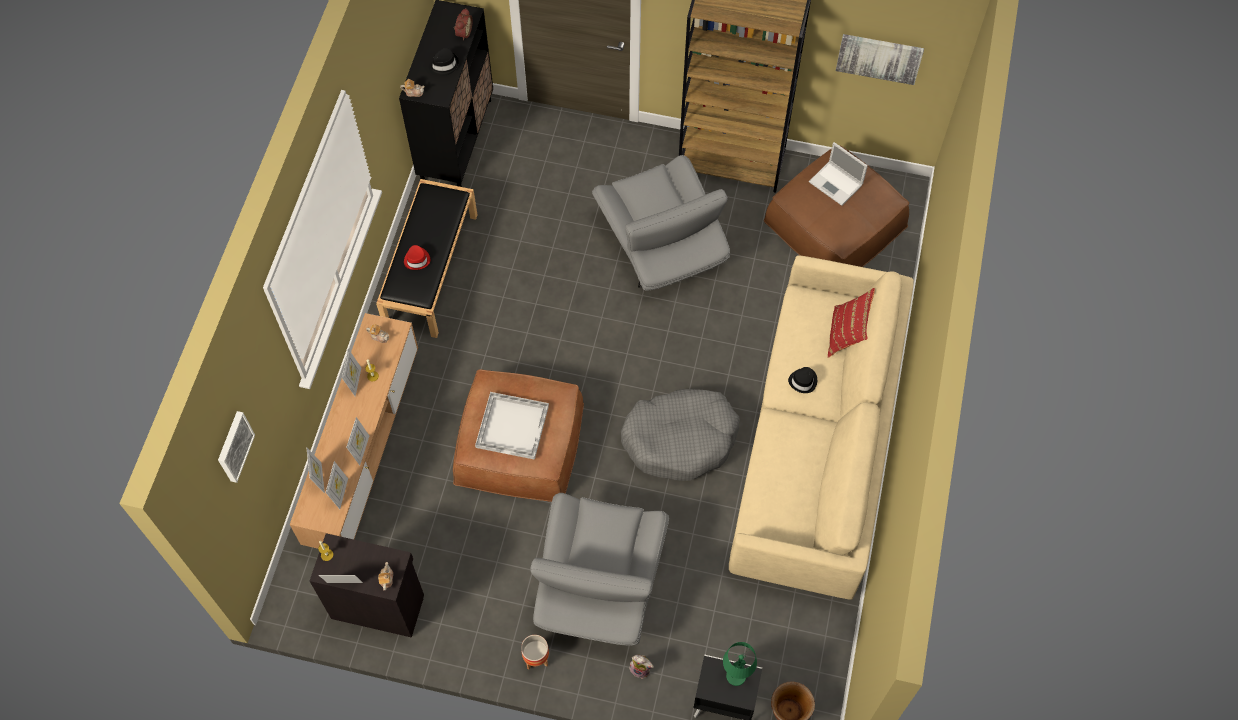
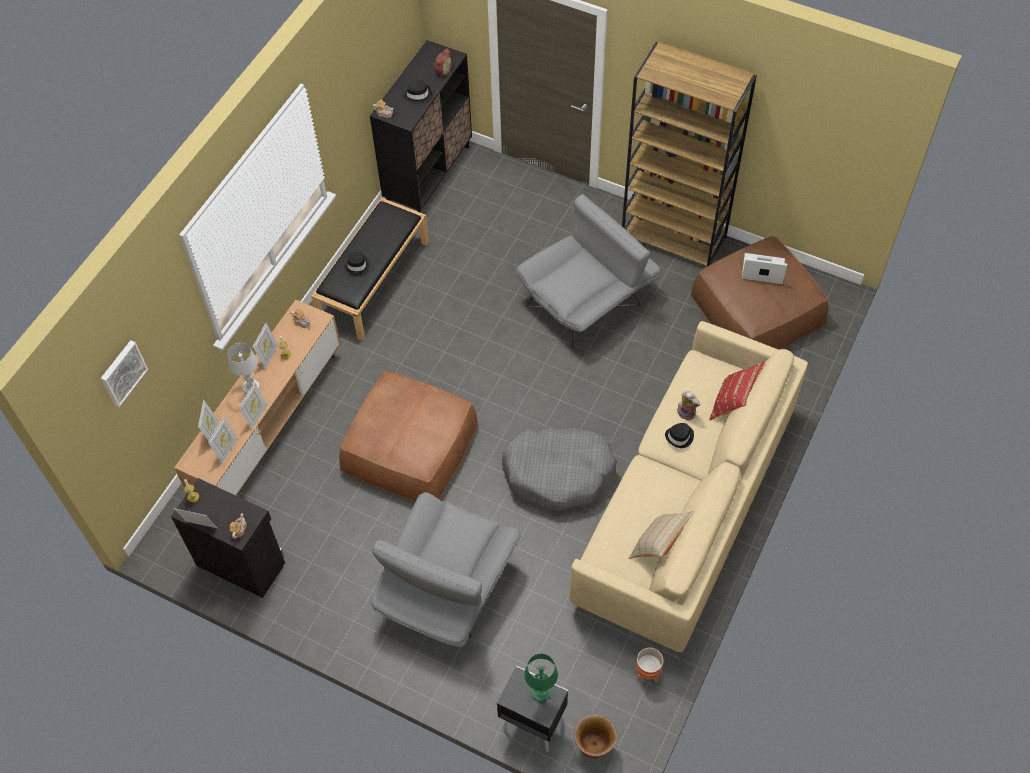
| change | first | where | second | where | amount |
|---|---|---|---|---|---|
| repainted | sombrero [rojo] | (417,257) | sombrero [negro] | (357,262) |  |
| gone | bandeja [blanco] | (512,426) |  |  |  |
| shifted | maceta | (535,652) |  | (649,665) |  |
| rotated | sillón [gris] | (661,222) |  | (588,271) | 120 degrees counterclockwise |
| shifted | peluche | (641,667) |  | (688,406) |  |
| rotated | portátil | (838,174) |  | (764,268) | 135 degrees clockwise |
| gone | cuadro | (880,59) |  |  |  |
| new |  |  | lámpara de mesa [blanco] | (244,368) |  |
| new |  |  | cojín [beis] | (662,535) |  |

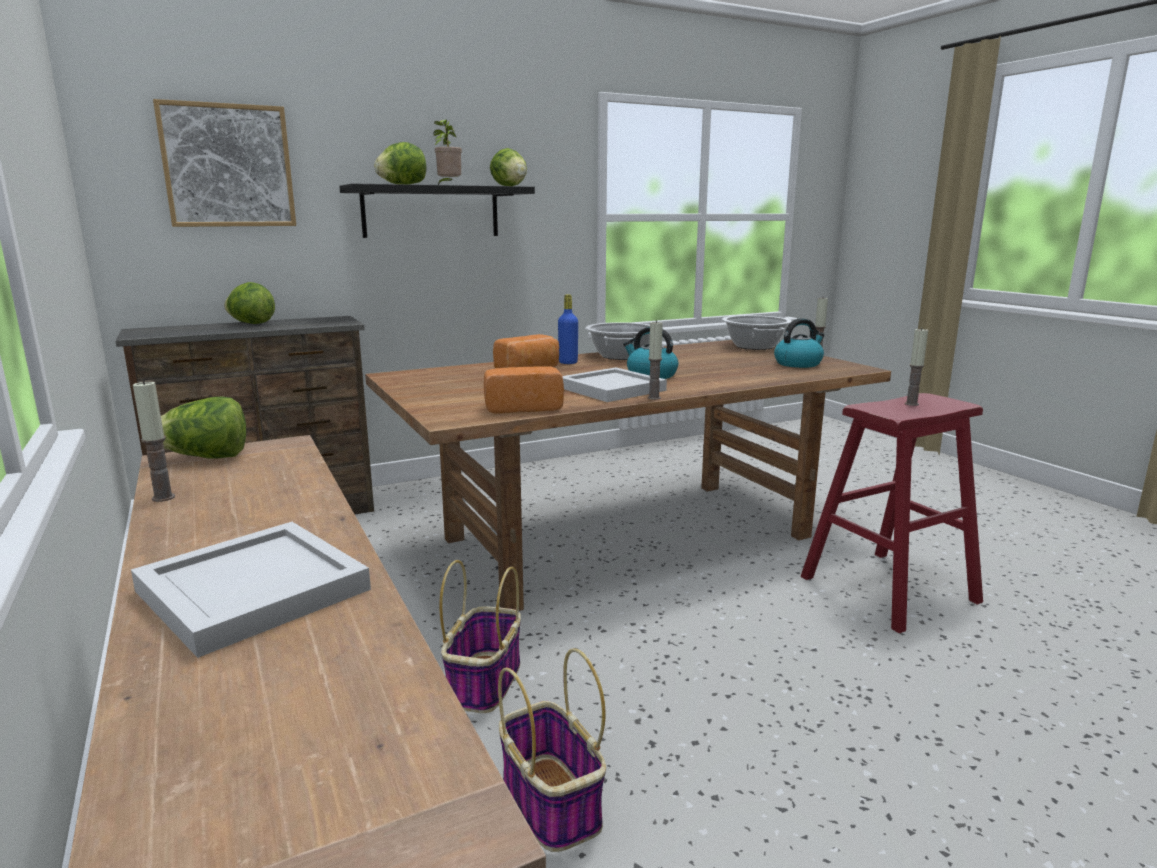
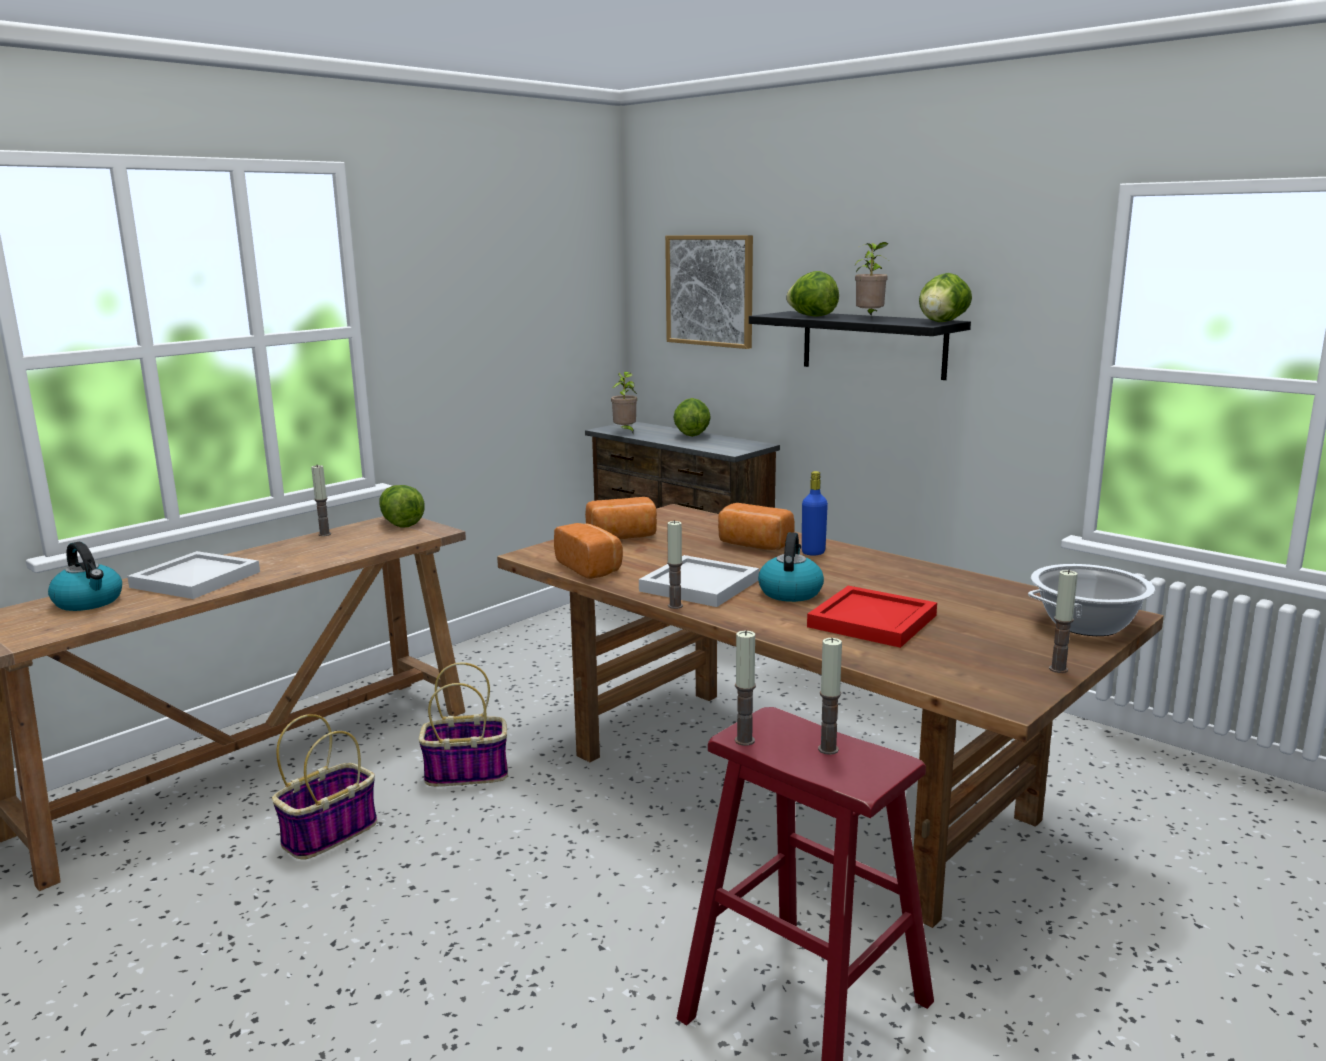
| change | first | where | second | where | amount |
|---|---|---|---|---|---|
| gone | olla | (617,341) |  |  |  |
| shifted | hervidor | (799,343) |  | (85,576) |  |
| new |  |  | pan | (621,518) |  |
| new |  |  | planta en maceta | (624,402) |  |
| new |  |  | vela | (745,688) |  |
| new |  |  | bandeja [rojo] | (872,617) |  |

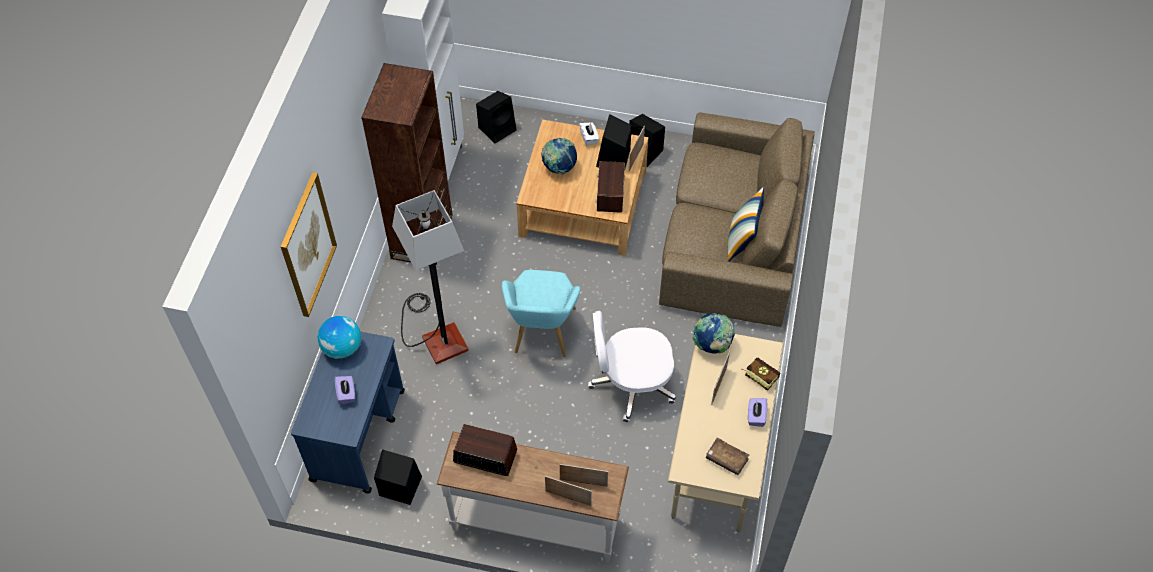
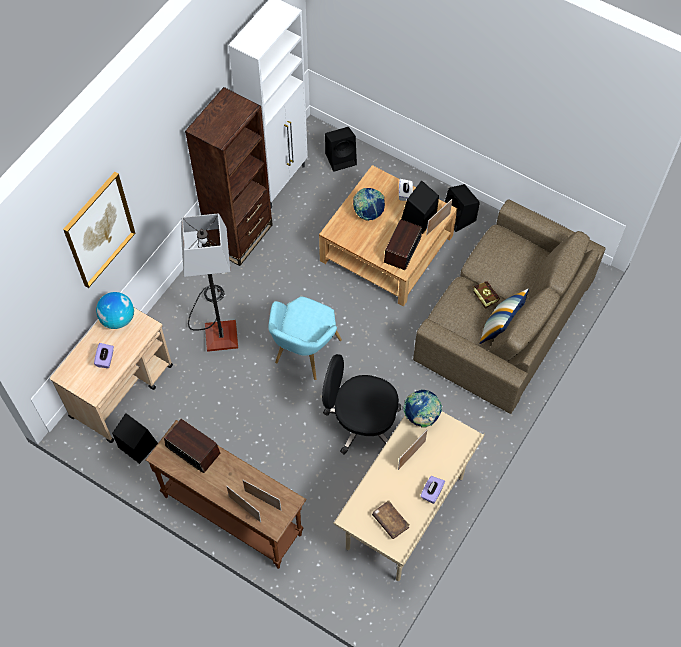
| change | first | where | second | where | amount |
|---|---|---|---|---|---|
| repainted | carrito [azul] | (348,413) | carrito [beis] | (111,375) |  |
| repainted | mesa consola [blanco] | (533,497) | mesa consola [marrón] | (226,494) |  |
| repainted | silla de oficina [blanco] | (632,367) | silla de oficina [negro] | (361,404) |  |
| shifted | libro | (761,374) |  | (486,295) |  |

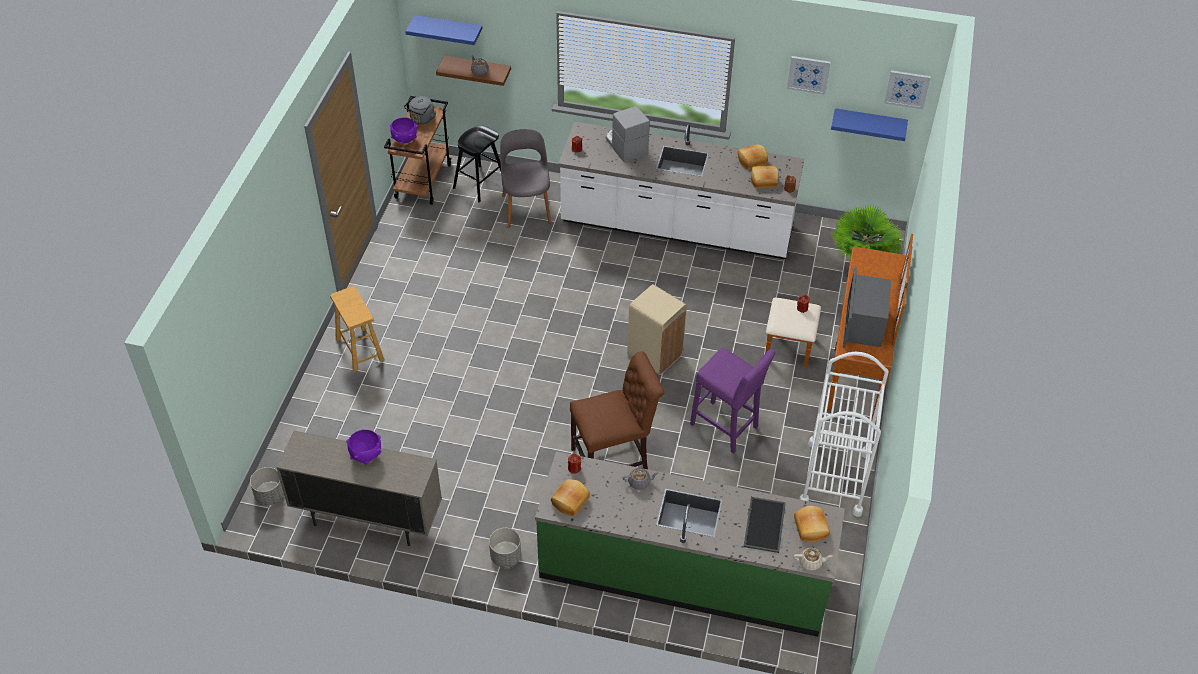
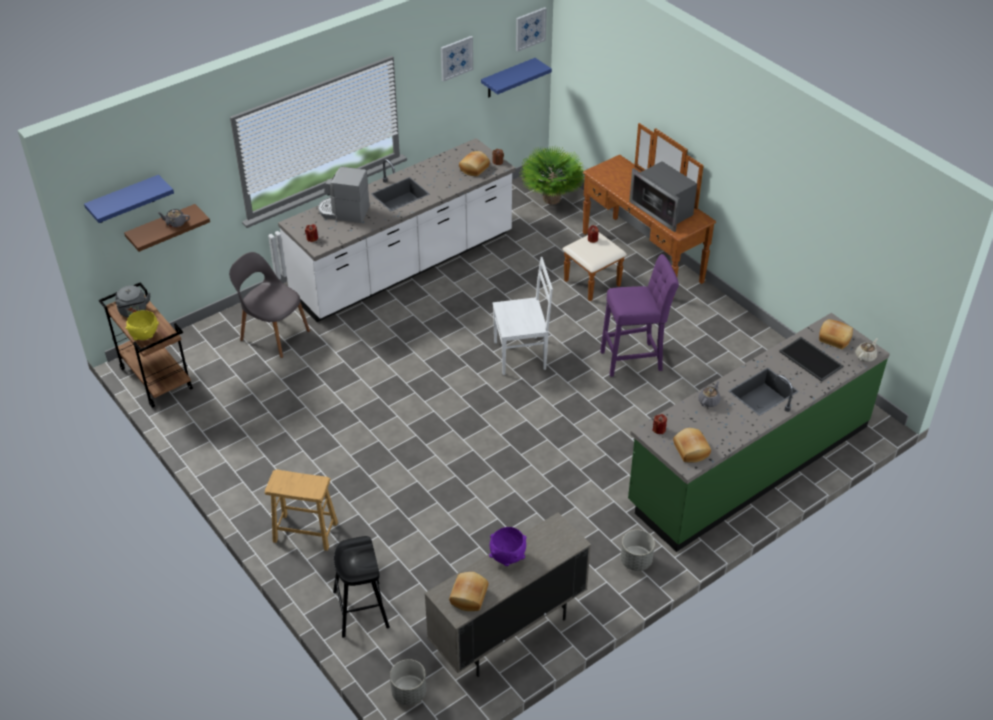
| change | first | where | second | where | amount |
|---|---|---|---|---|---|
| repainted | cuenco [morado] | (404,130) | cuenco [amarillo] | (142,325) |  |
| shifted | taburete [negro] | (477,163) |  | (361,587) |  |
| gone | silla [marrón] | (617,410) |  |  |  |
| swapped | papelera [beis] | (657,329) | silla [blanco] | (523,316) |  |
| shifted | pan | (753,157) |  | (469,591) |  |
| gone | carrito [blanco] | (844,434) |  |  |  |

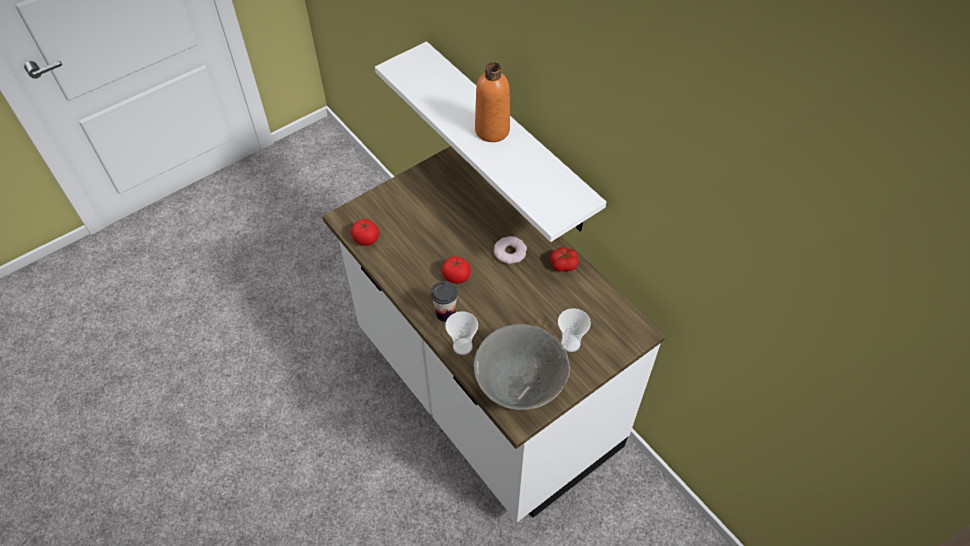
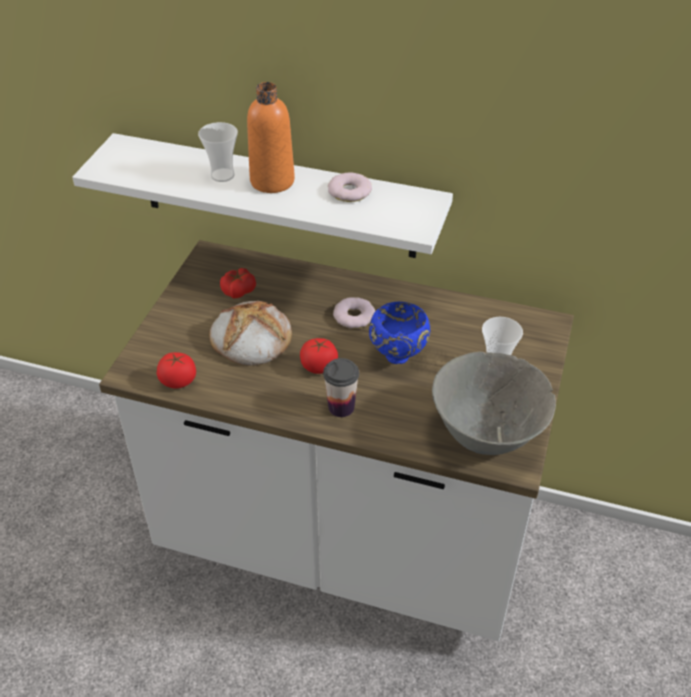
| change | first | where | second | where | amount |
|---|---|---|---|---|---|
| shifted | taza | (461,333) |  | (218,152) |  |
| shifted | tomate | (564,259) |  | (238,283) |  |
| new |  |  | pan | (250,333) |  |
| new |  |  | rosquilla | (350,187) |  |
| new |  |  | cuenco [azul] | (399,333) |  |

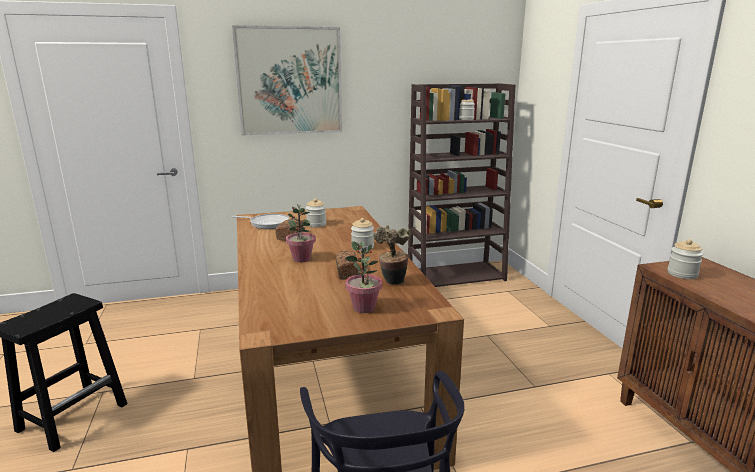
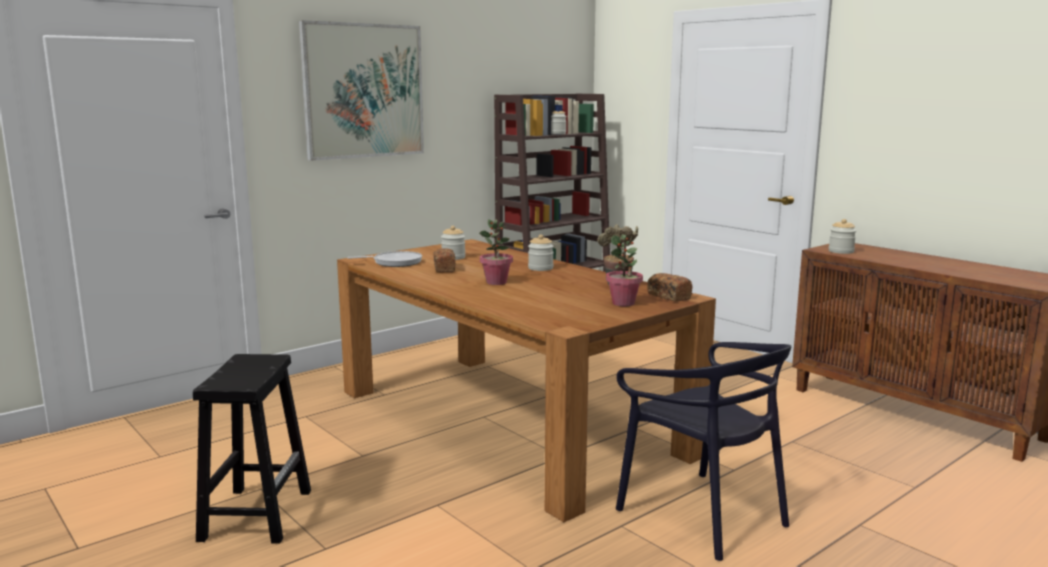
| change | first | where | second | where | amount |
|---|---|---|---|---|---|
| shifted | pan | (347,265) |  | (670,287) |  |

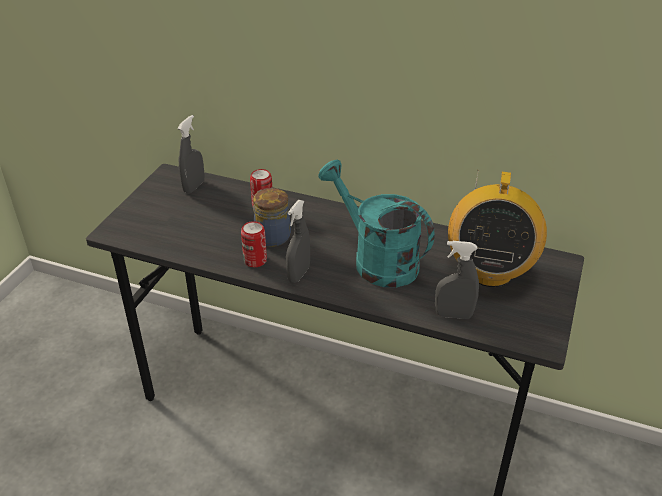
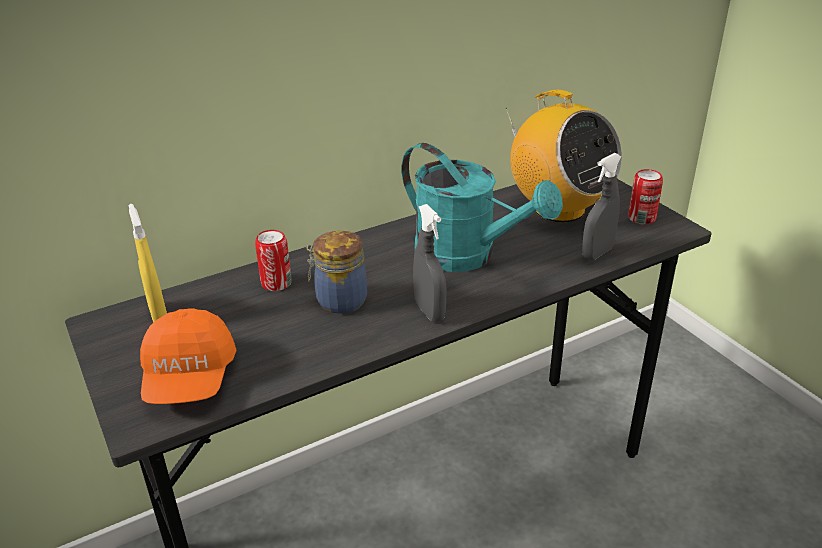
| change | first | where | second | where | amount |
|---|---|---|---|---|---|
| repainted | pulverizador [gris] | (190,154) | pulverizador [amarillo] | (147,263) |  |
| shifted | lata | (254,244) |  | (645,197) |  |
| rotated | regadera [turquesa] | (377,224) |  | (482,207) | 135 degrees counterclockwise |
| new |  |  | gorra [naranja] | (188,356) |  |

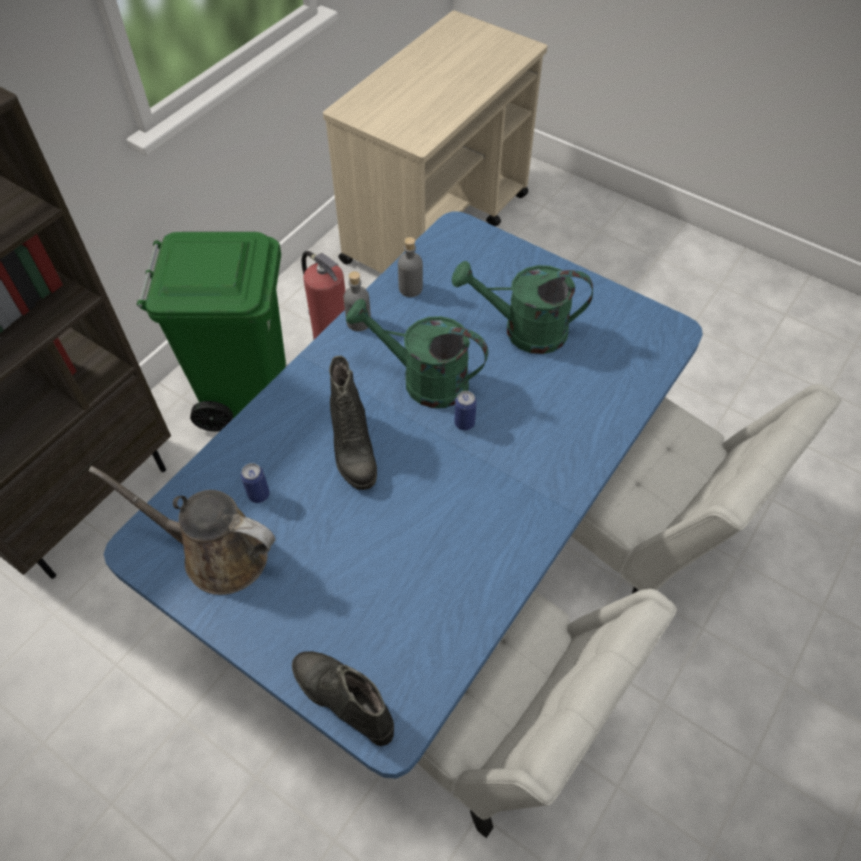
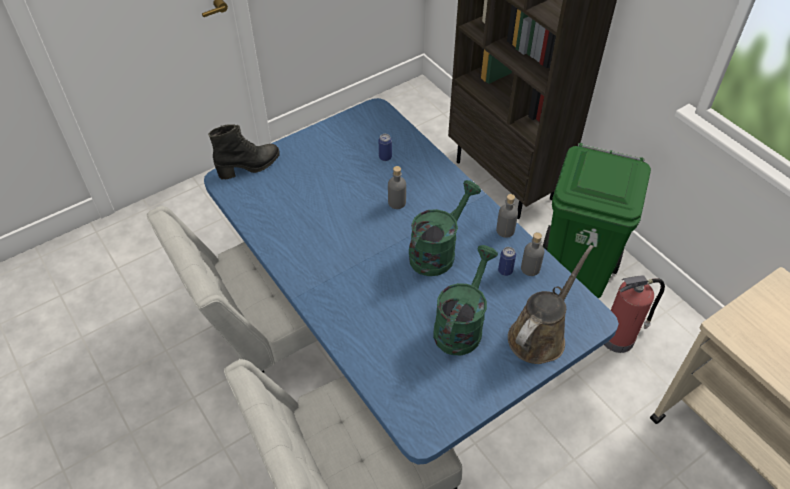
| change | first | where | second | where | amount |
|---|---|---|---|---|---|
| shifted | regadera [marrón] | (181,530) |  | (551,304) |  |
| swapped | bota [negro] | (353,423) | botella [gris] | (397,187) |  |
| shifted | lata | (465,410) |  | (507,261) |  |

